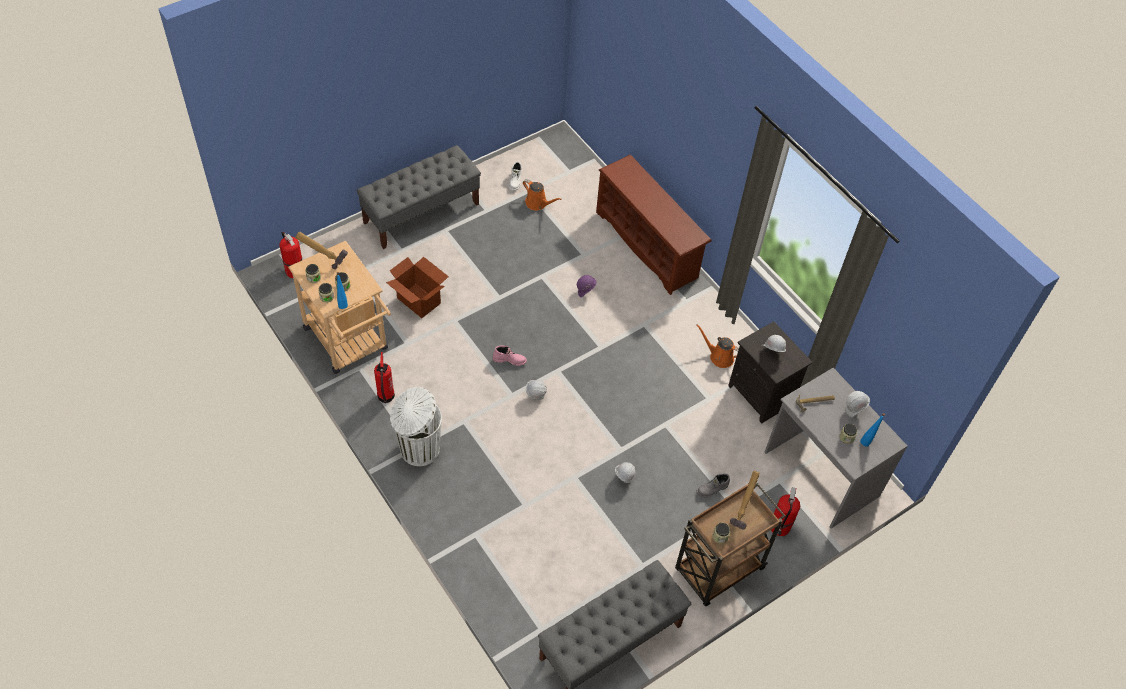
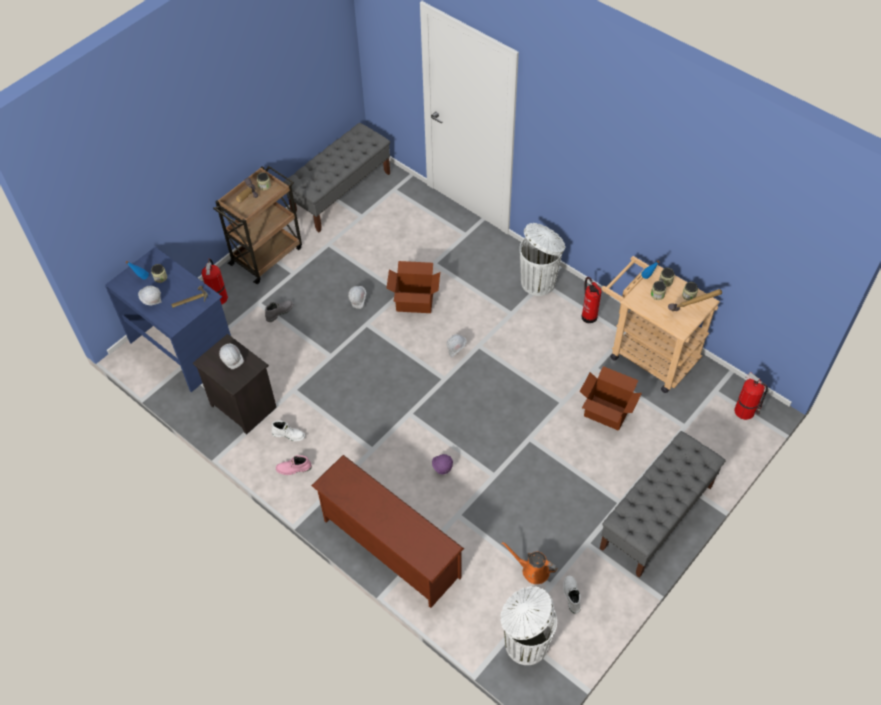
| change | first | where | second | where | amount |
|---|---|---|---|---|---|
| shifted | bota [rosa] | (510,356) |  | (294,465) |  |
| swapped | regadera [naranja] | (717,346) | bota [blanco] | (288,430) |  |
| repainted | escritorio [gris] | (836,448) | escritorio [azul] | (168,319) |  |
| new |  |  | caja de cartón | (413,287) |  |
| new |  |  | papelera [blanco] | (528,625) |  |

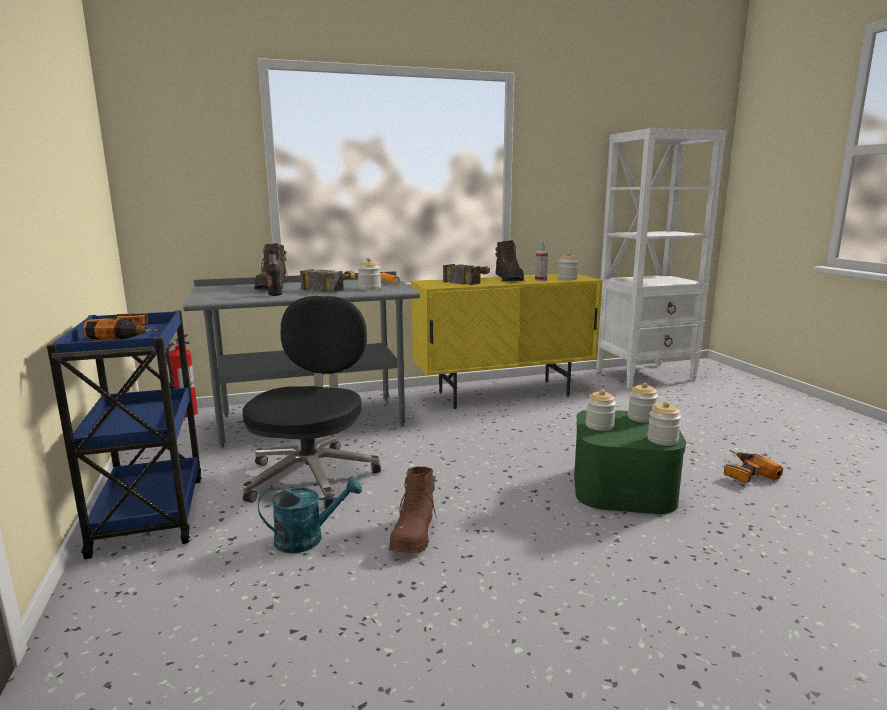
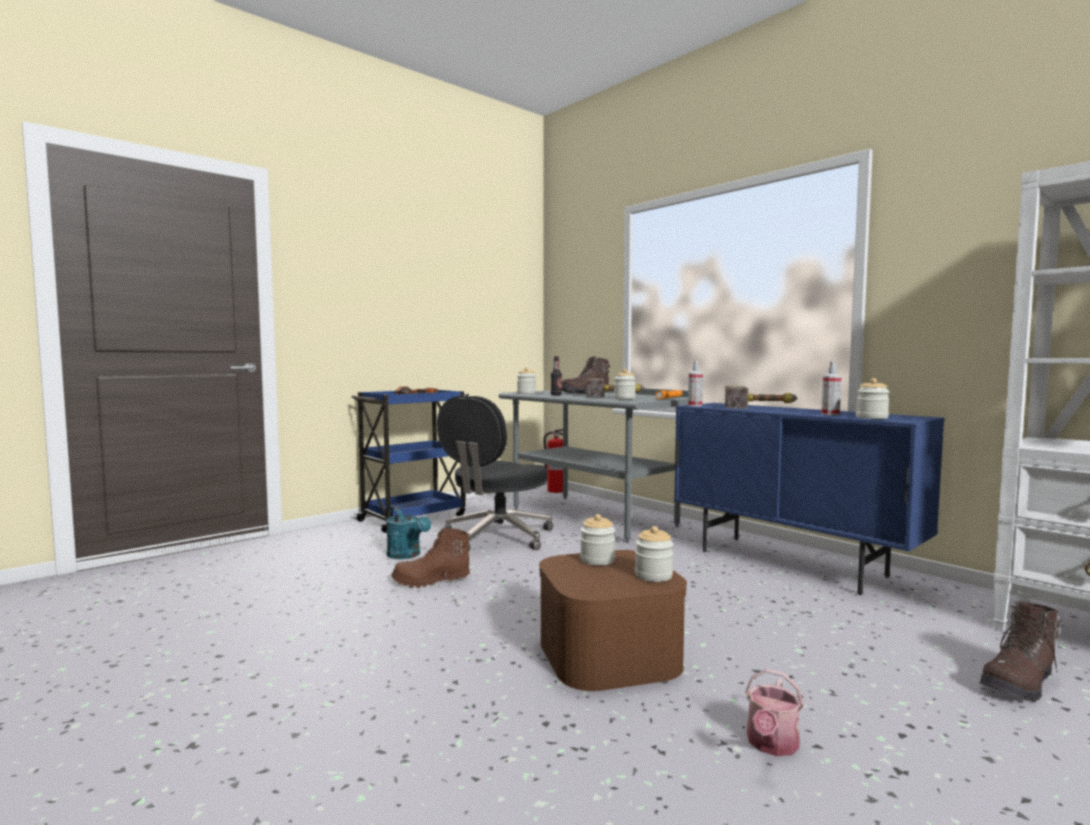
| change | first | where | second | where | amount |
|---|---|---|---|---|---|
| rotated | silla de oficina [negro] | (312,402) |  | (495,474) | 135 degrees clockwise |
| repainted | armario [amarillo] | (507,341) | armario [azul] | (809,499) |  |
| shifted | bota [marrón] | (509,261) |  | (1020,651) |  |
| repainted | caja de almacenaje [verde] | (630,462) | caja de almacenaje [marrón] | (613,620) |  |
| shifted | tarro | (664,424) |  | (526,380) |  |
| swapped | taladro | (753,466) | regadera | (774,712) |  |
| new |  |  | pulverizador | (695,383) |  |

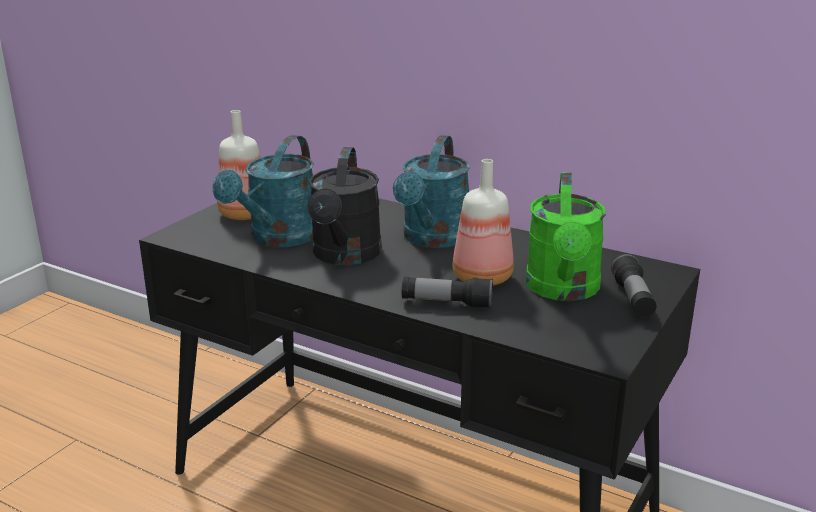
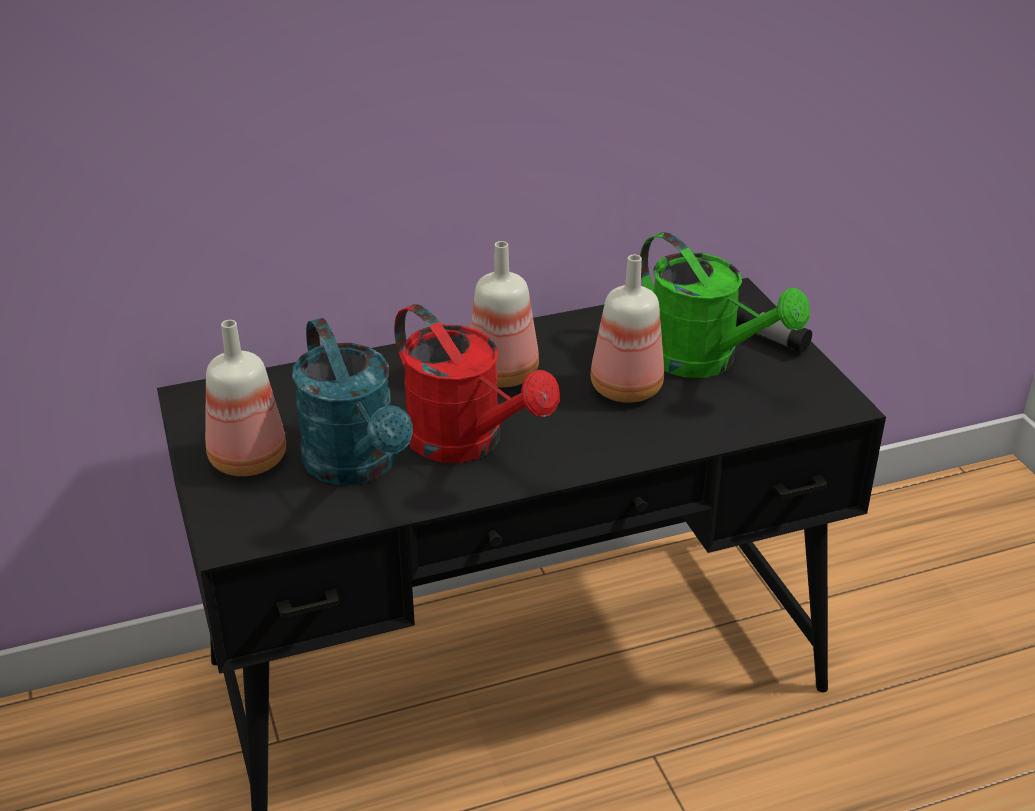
| change | first | where | second | where | amount |
|---|---|---|---|---|---|
| repainted | regadera [negro] | (344,206) | regadera [rojo] | (477,383) |  |
| swapped | regadera [turquesa] | (431,191) | botella | (504,314) |  |
| gone | linterna | (447,292) |  |  |  |

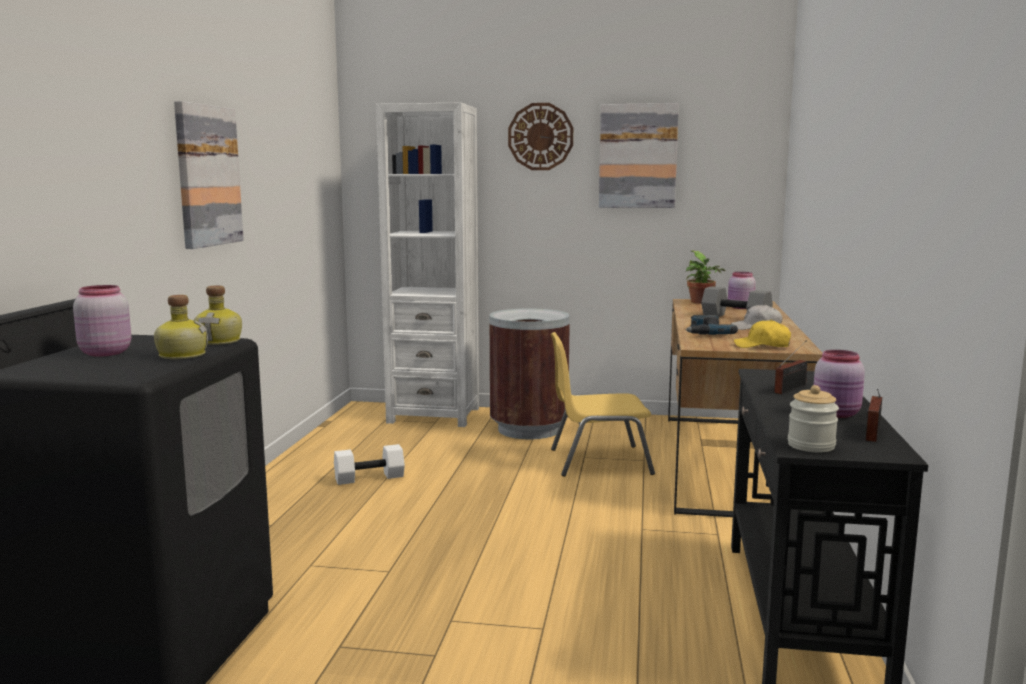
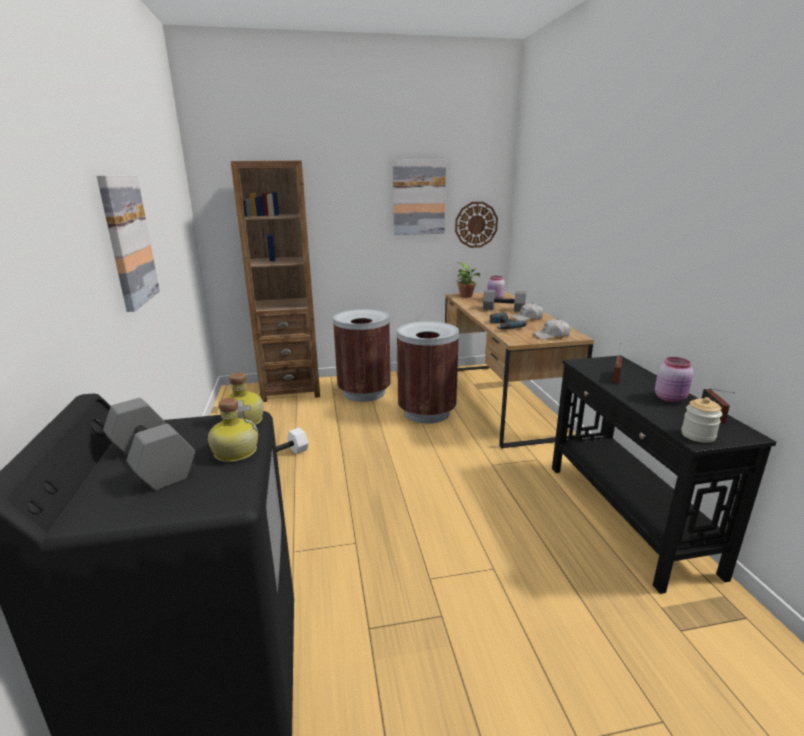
| change | first | where | second | where | amount |
|---|---|---|---|---|---|
| swapped | tarro [rosa] | (102,321) | mancuerna [gris] | (149,444) |  |
| repainted | estantería [blanco] | (427,265) | estantería [marrón] | (275,281) |  |
| shifted | reloj de pared | (540,136) |  | (476,225) |  |
| swapped | silla [amarillo] | (603,404) | papelera [marrón] | (428,372) |  |
| repainted | gorra [amarillo] | (762,334) | gorra [blanco] | (551,329) |  |

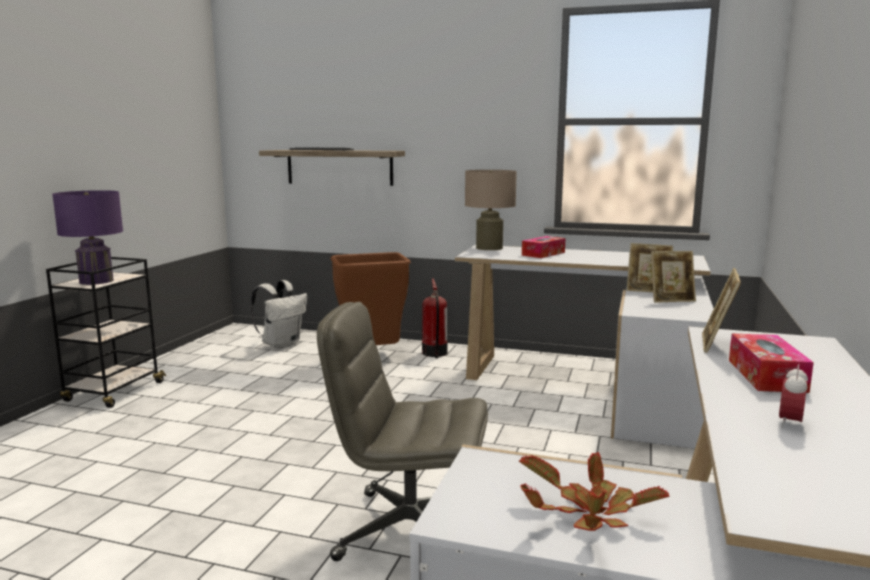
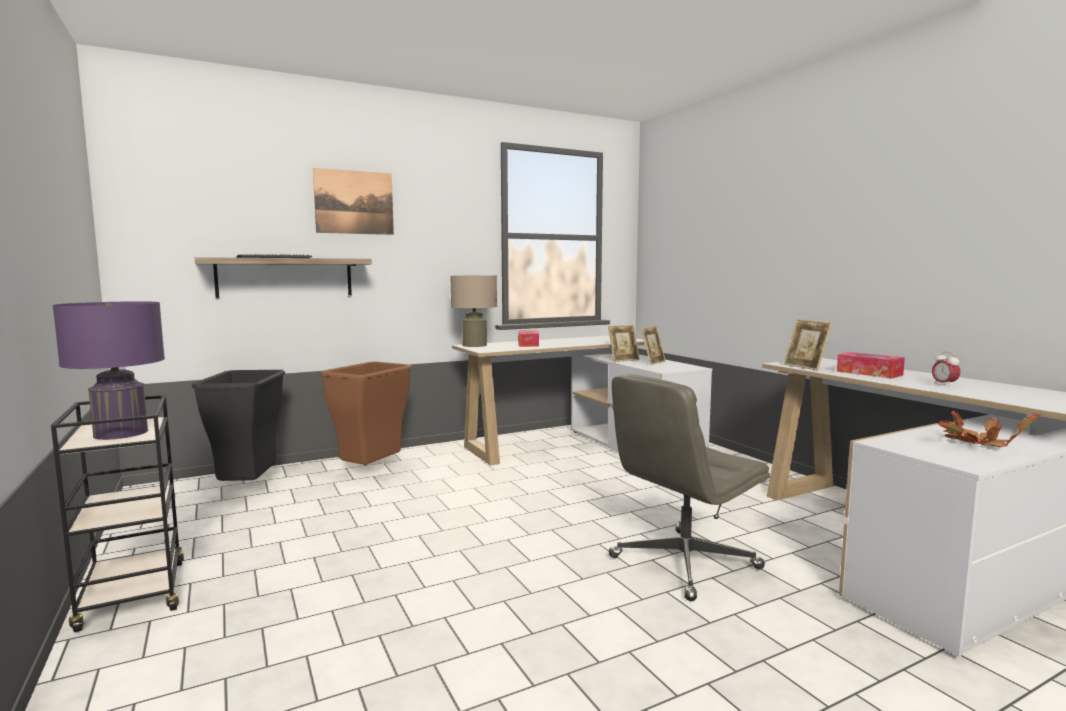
| change | first | where | second | where | amount |
|---|---|---|---|---|---|
| swapped | mochila [blanco] | (279,314) | papelera [negro] | (238,425) |  |
| gone | extintor | (434,318) |  |  |  |
| new |  |  | cuadro | (353,201) |  |

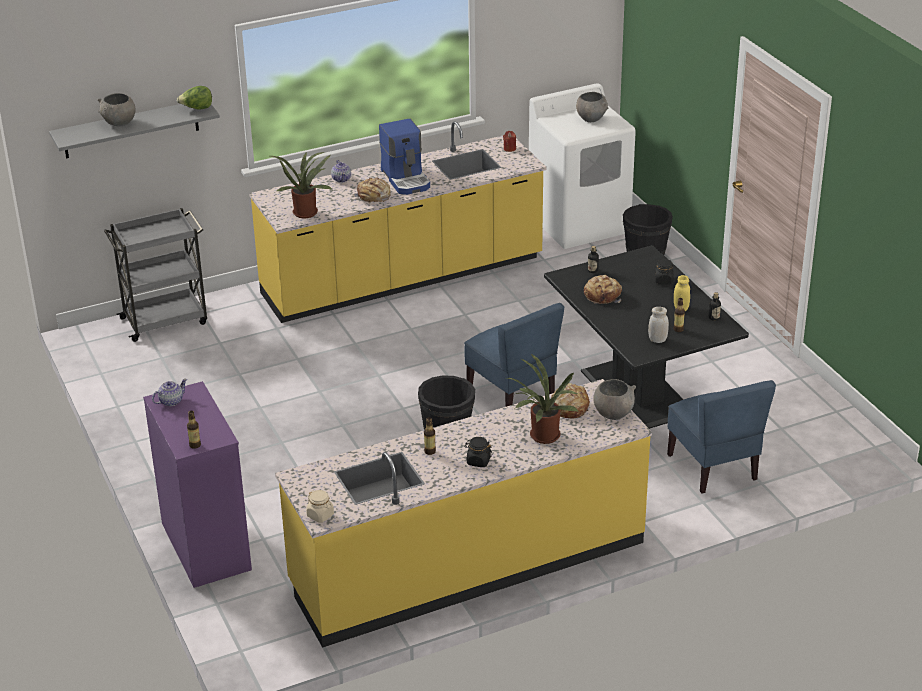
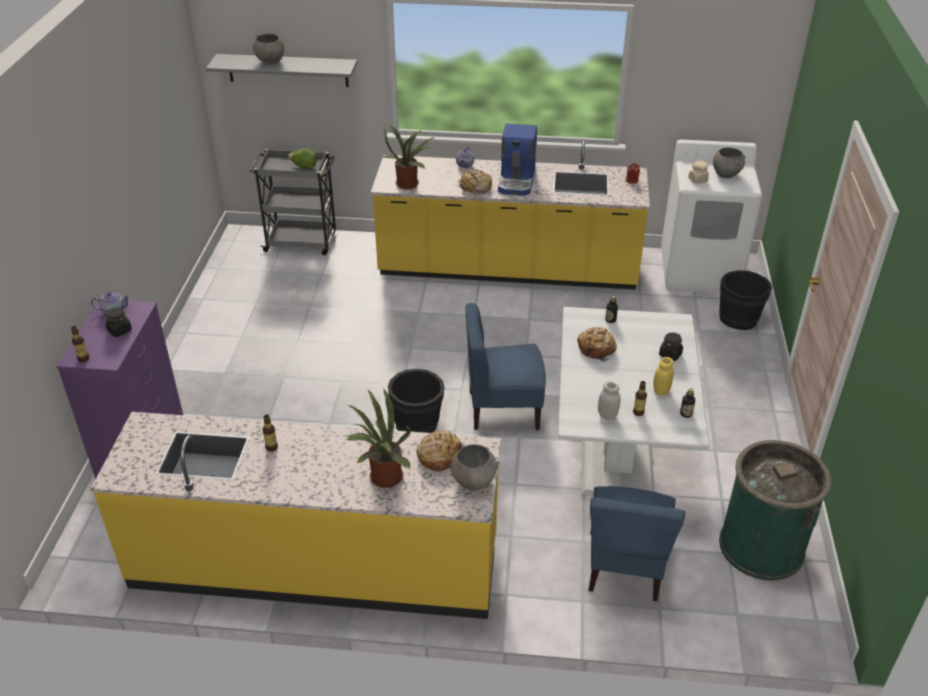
| change | first | where | second | where | amount |
|---|---|---|---|---|---|
| shifted | lechuga | (194,97) |  | (302,159) |  |
| shifted | tarro [beis] | (320,506) |  | (698,172) |  |
| rotated | silla [azul] | (514,355) |  | (505,366) | 90 degrees clockwise |
| shifted | tarro [negro] | (478,452) |  | (118,322) |  |
| repainted | mesa de comedor [negro] | (646,337) | mesa de comedor [blanco] | (633,401) |  |
| new |  |  | papelera [verde] | (775,510) |  |

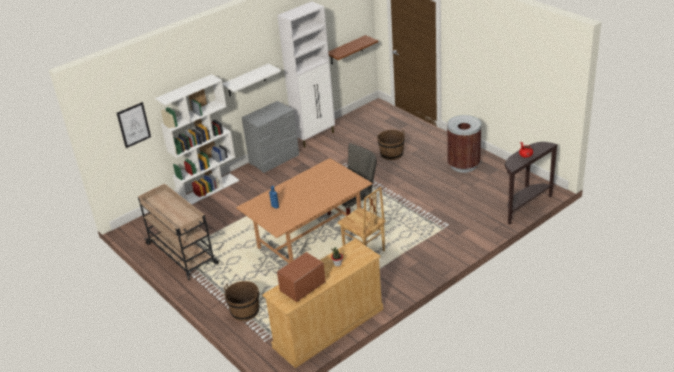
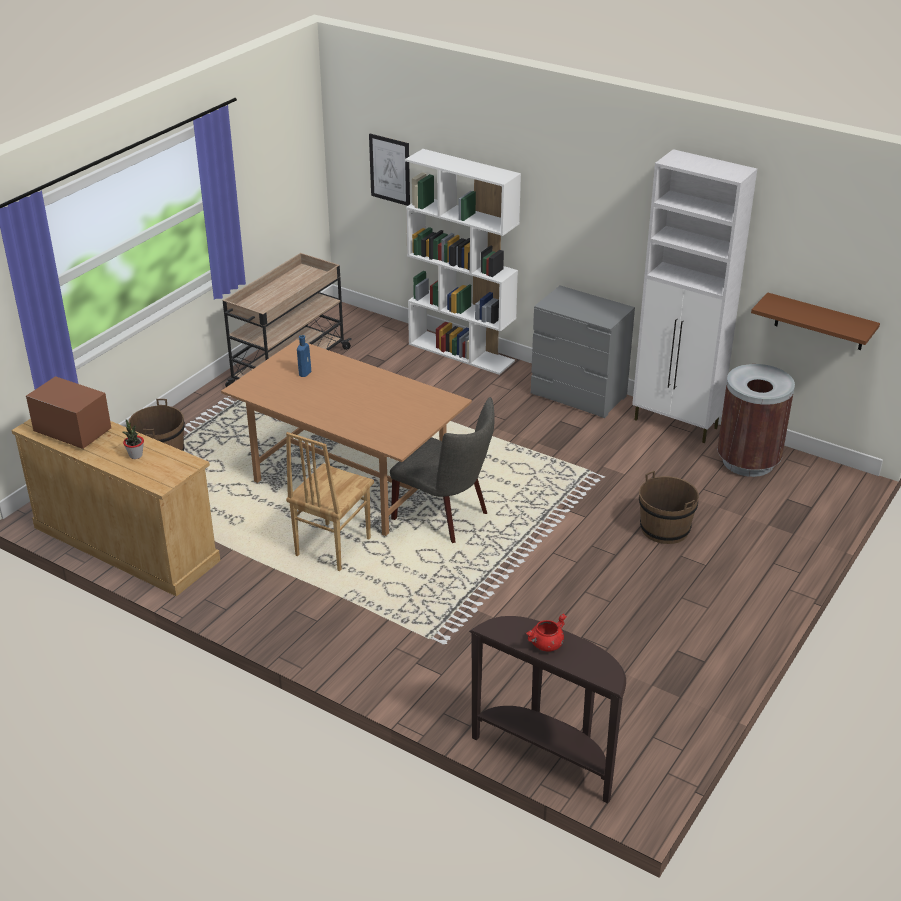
| change | first | where | second | where | amount |
|---|---|---|---|---|---|
| gone | estante [blanco] | (251,80) |  |  |  |
| shifted | papelera [marrón] | (464,144) |  | (756,420) |  |

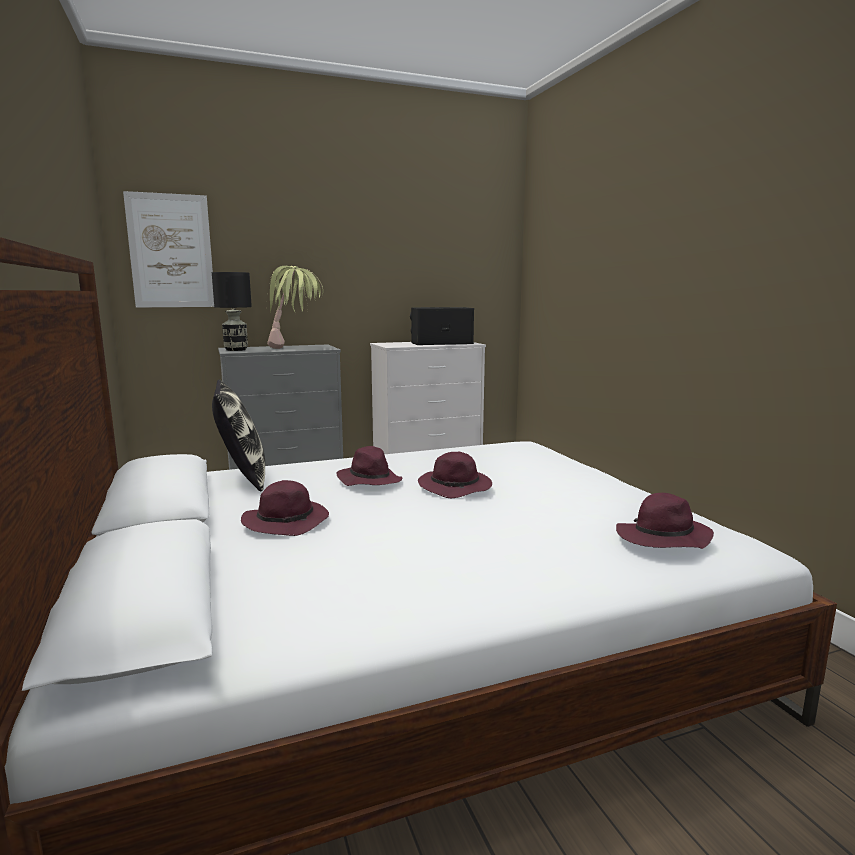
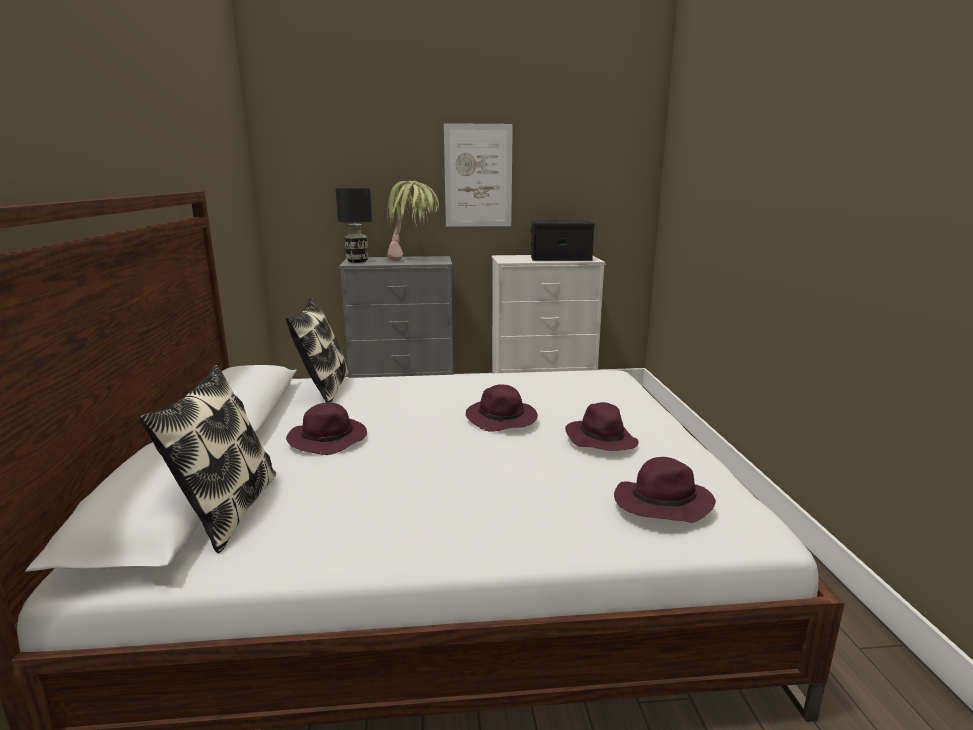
| change | first | where | second | where | amount |
|---|---|---|---|---|---|
| shifted | cuadro | (168,249) |  | (478,175) |  |
| shifted | sombrero [morado] | (369,466) |  | (602,426) |  |
| new |  |  | cojín | (207,459) |  |

